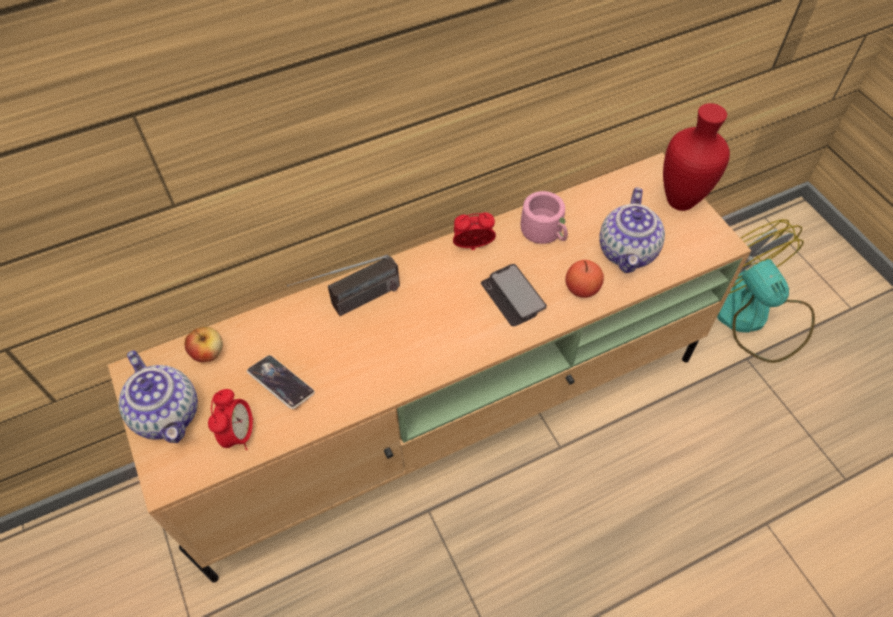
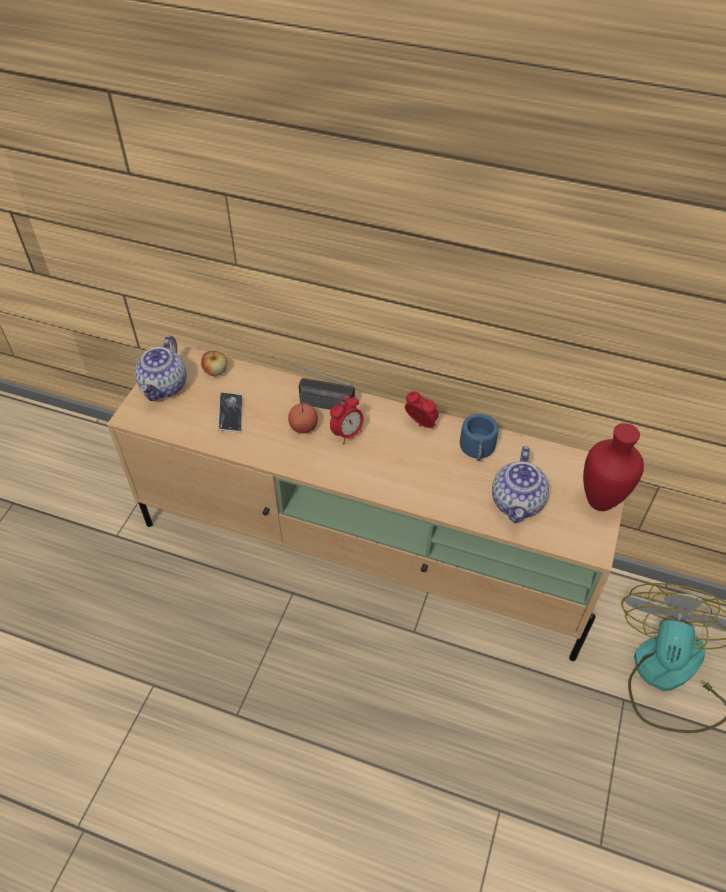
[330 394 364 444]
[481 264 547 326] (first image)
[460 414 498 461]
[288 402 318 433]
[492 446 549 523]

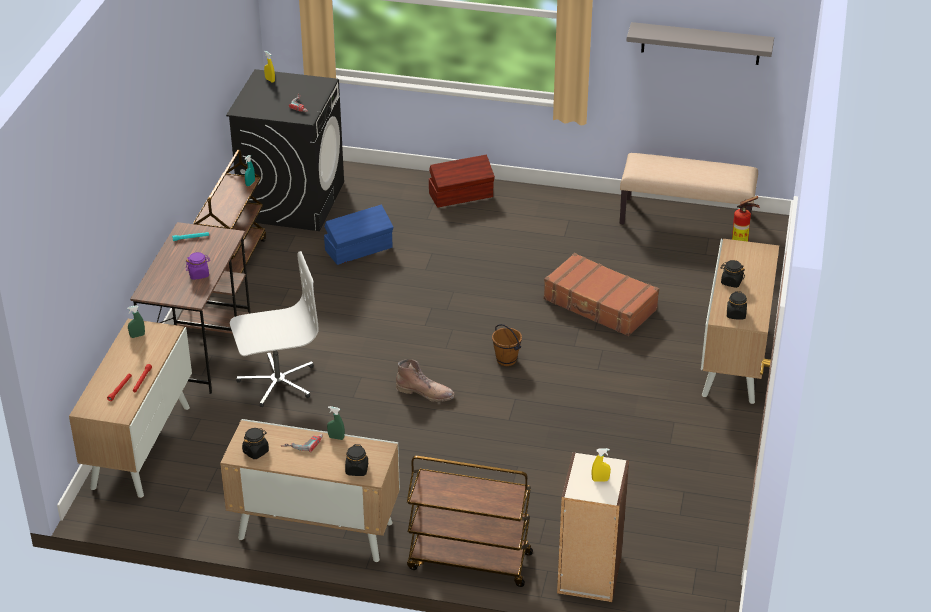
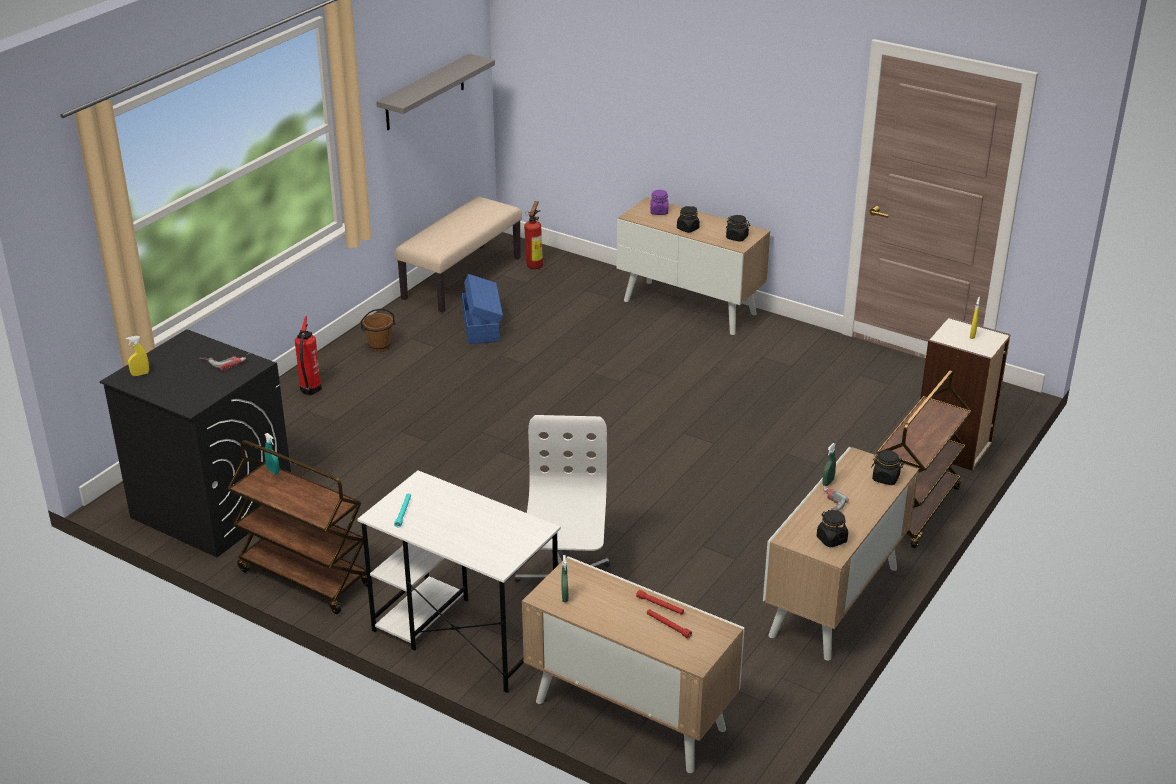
[357 470 561 693]
[650 190 669 215]
[462 274 503 344]
[396 359 455 402] (first image)
[295 316 322 395]
[360 308 396 352]
[544 253 659 336] (first image)

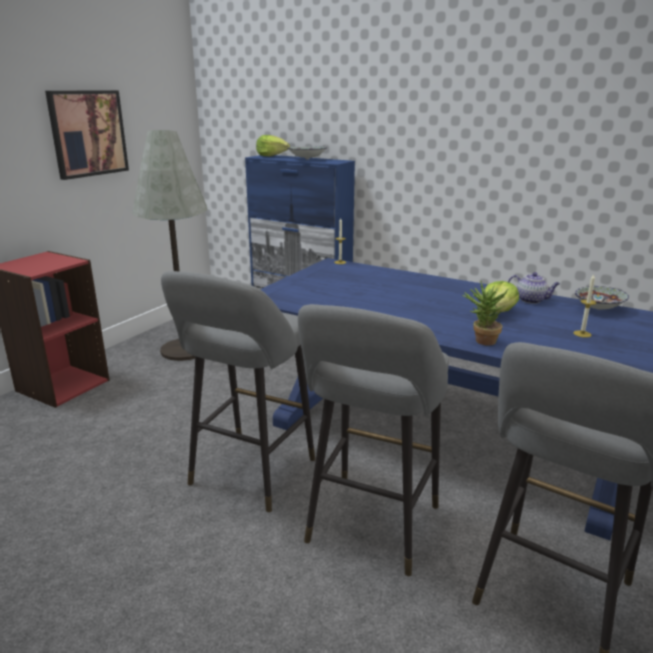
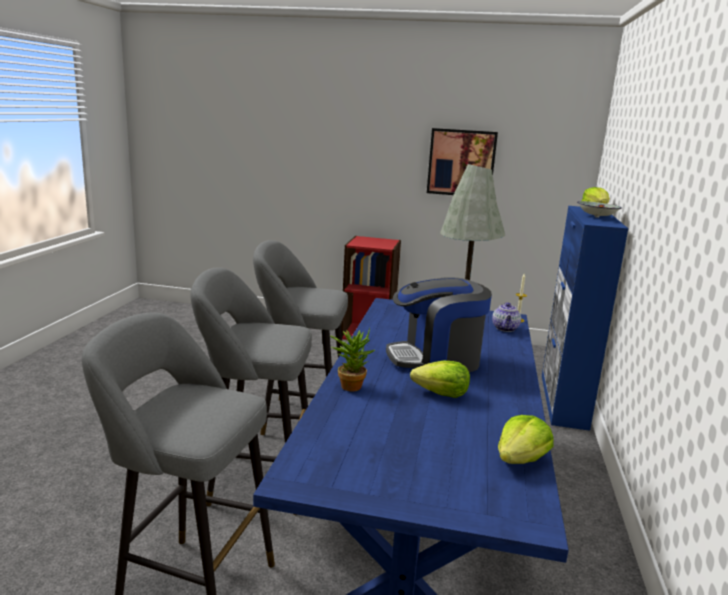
[492 302 521 332]
[573 274 596 338] (first image)
[498 415 554 464]
[386 277 492 372]

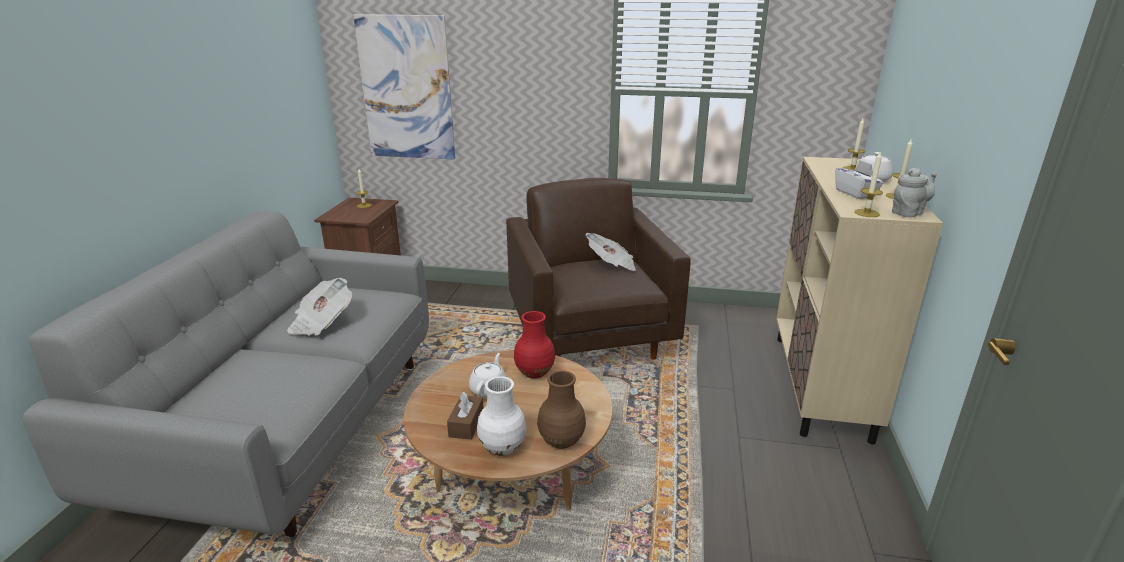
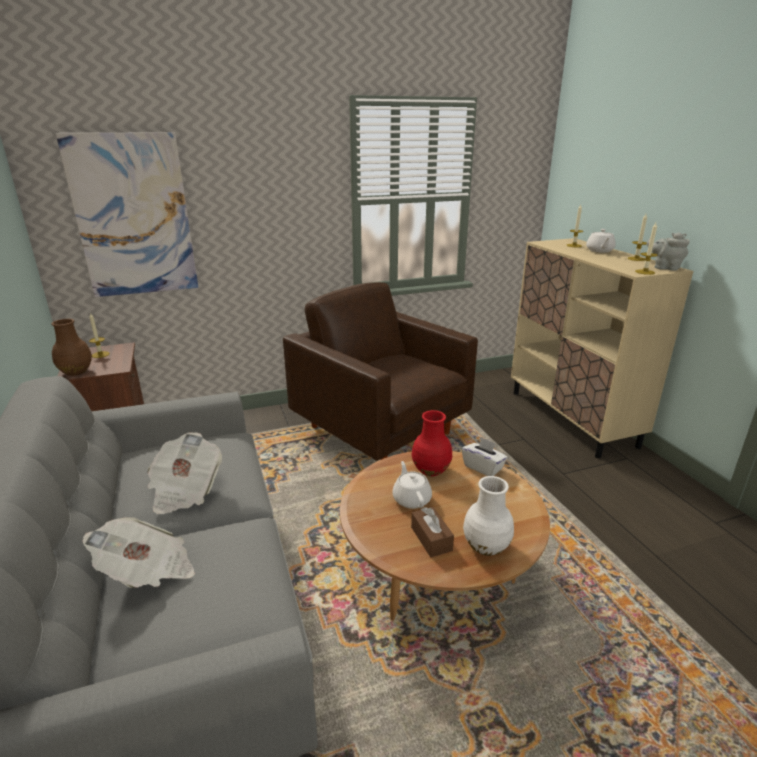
[51 319 92 376]
[83 517 195 588]
[462 437 507 476]
[647 233 690 271]

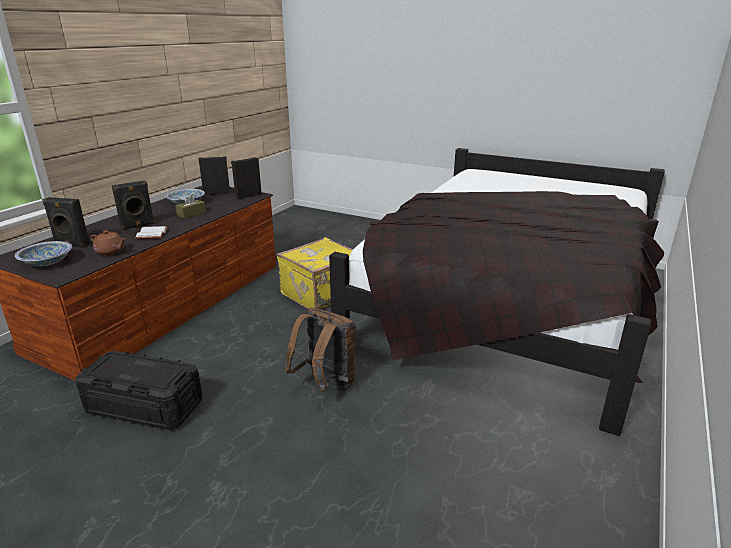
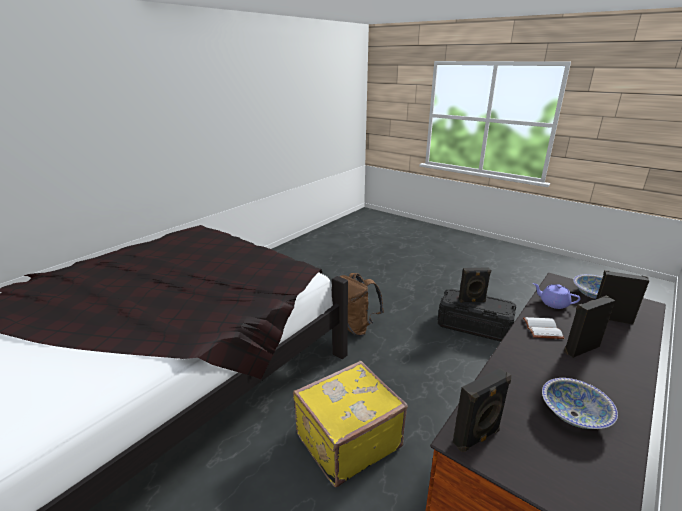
[533 283 581 309]
[175 194 206 219] (first image)
[459 267 491 303]

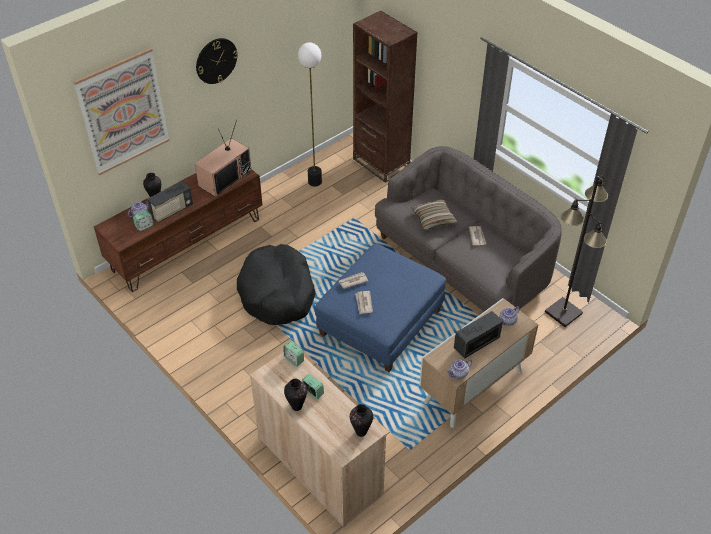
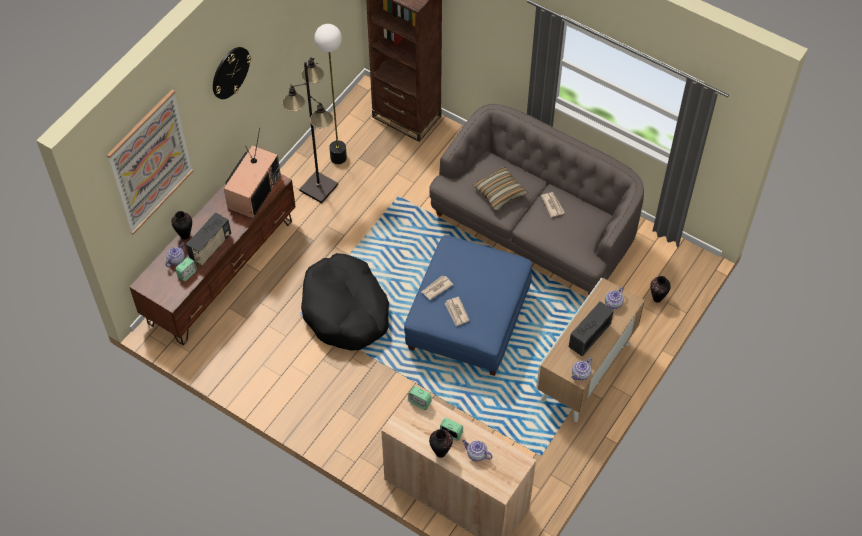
[650 276 671 303]
[282 57 338 203]
[462 440 493 462]

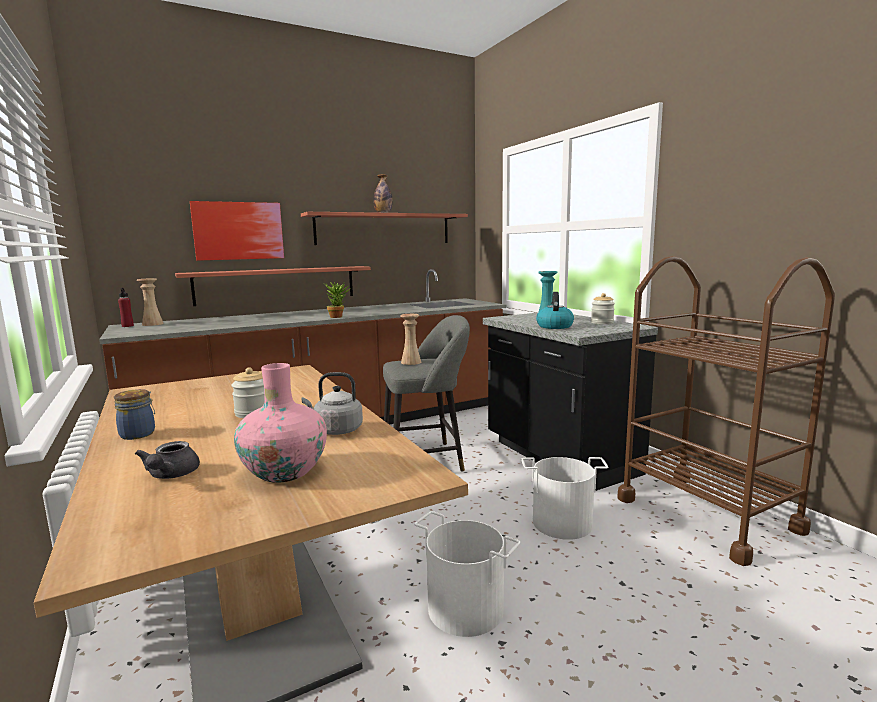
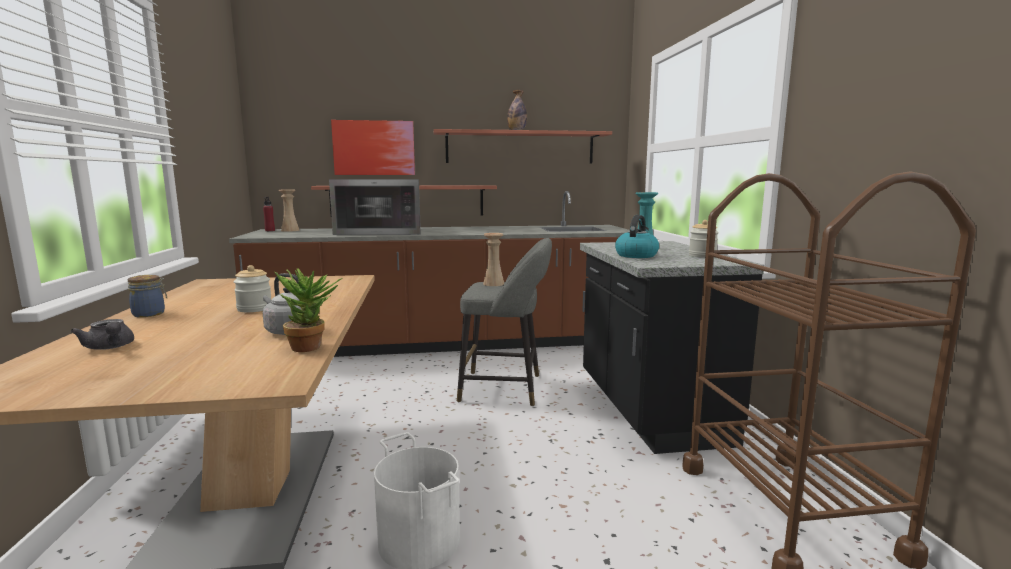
[70 319 134 350]
[234 363 327 483] (first image)
[275 268 343 352]
[521 457 608 540] (first image)
[329 179 421 235]

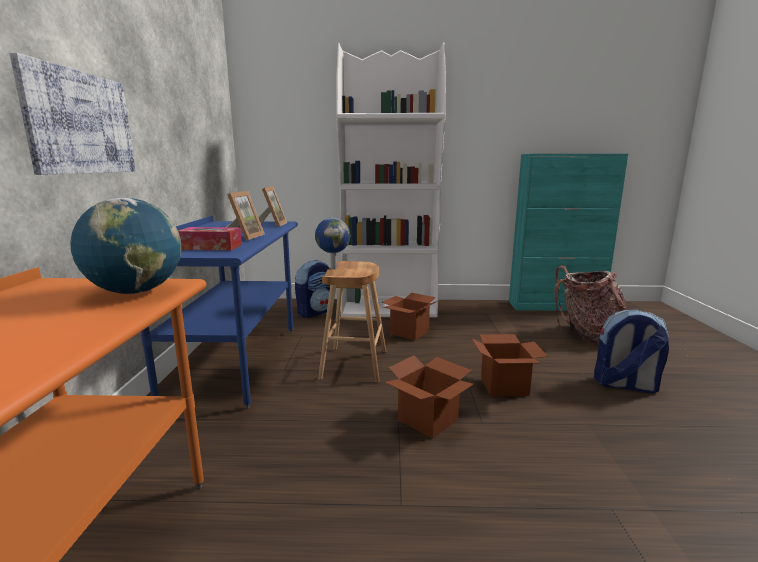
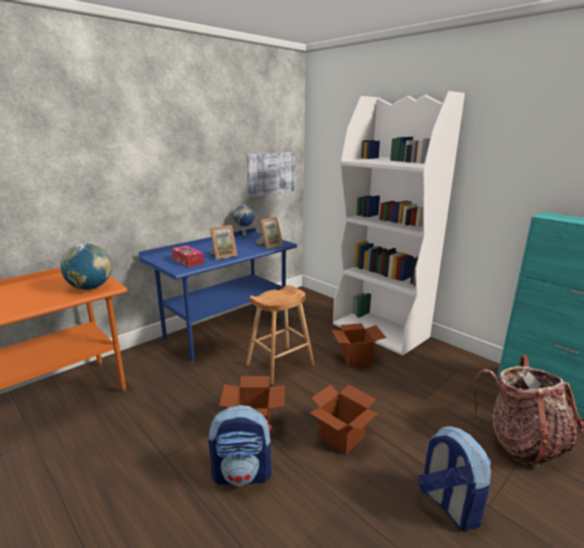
[247 152 295 197]
[209 405 272 486]
[233 205 255 236]

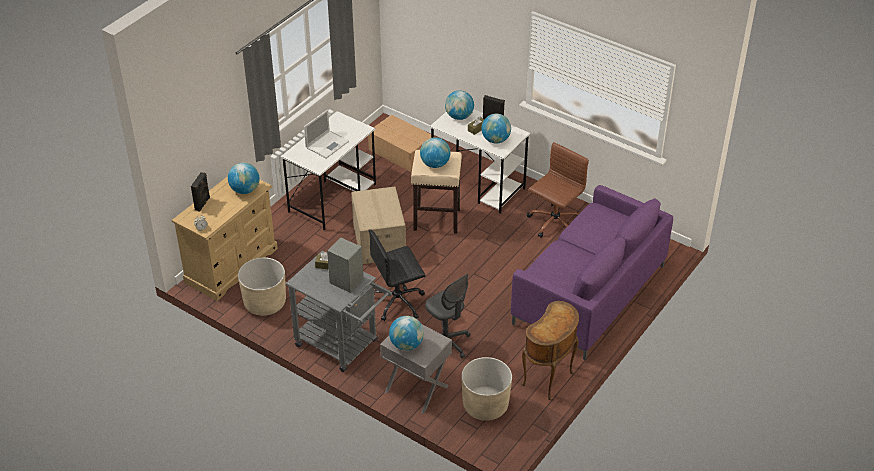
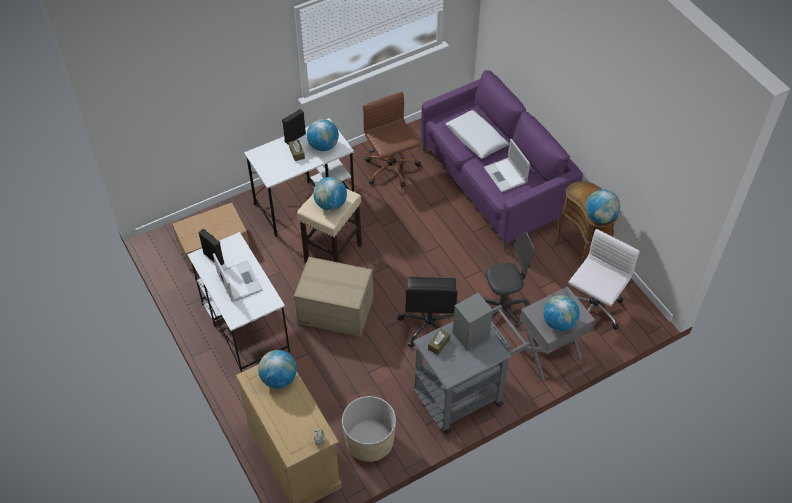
[198 229 224 265]
[586 189 620 223]
[568 229 640 330]
[446 110 509 159]
[484 139 530 192]

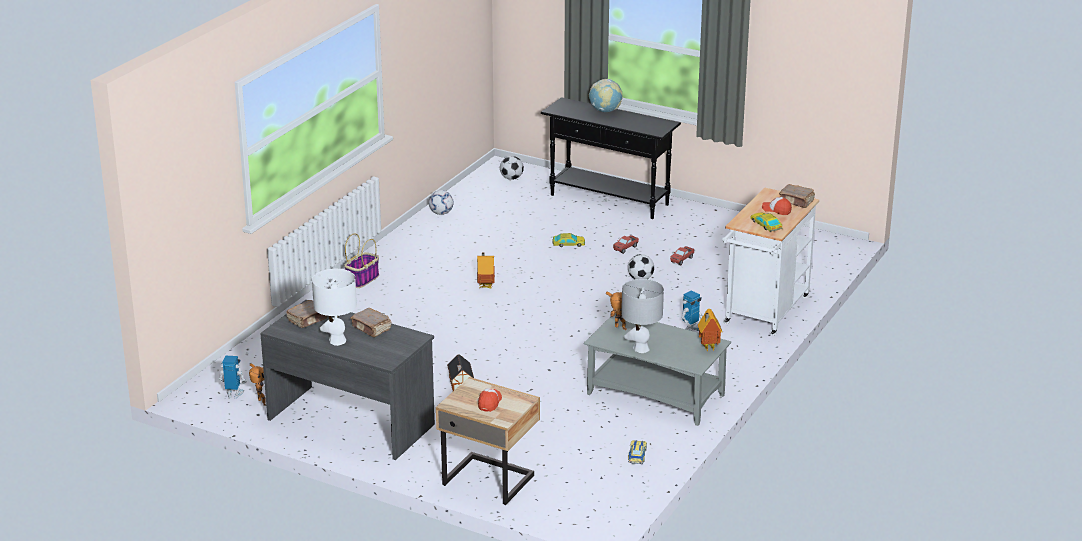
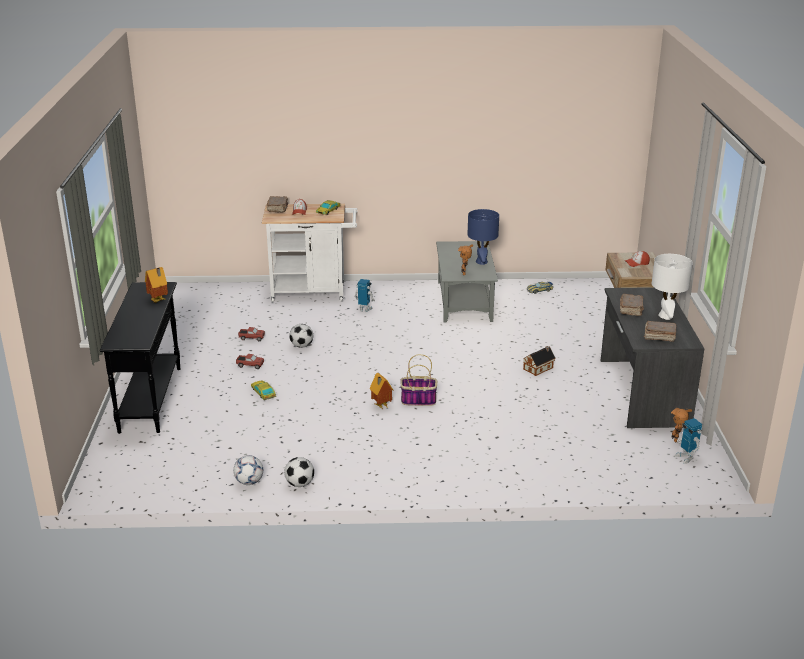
[400 354 437 406]
[284 457 314 487]
[589 79 623 112] (first image)
[467 209 499 265]
[145 267 168 303]

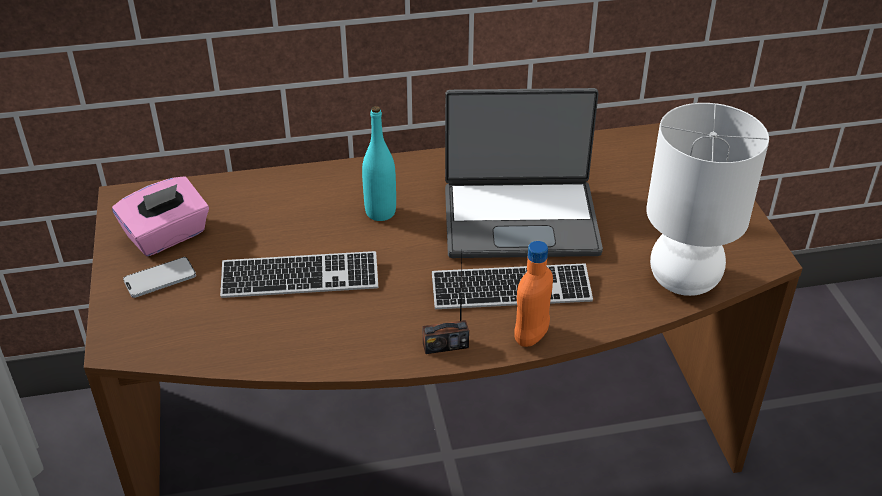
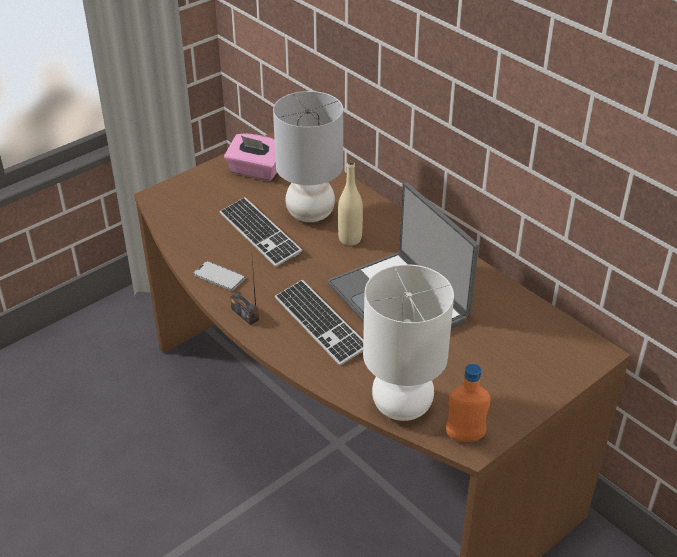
[194 261 245 291]
[338 160 363 246]
[446 364 491 442]
[273 91 343 222]

